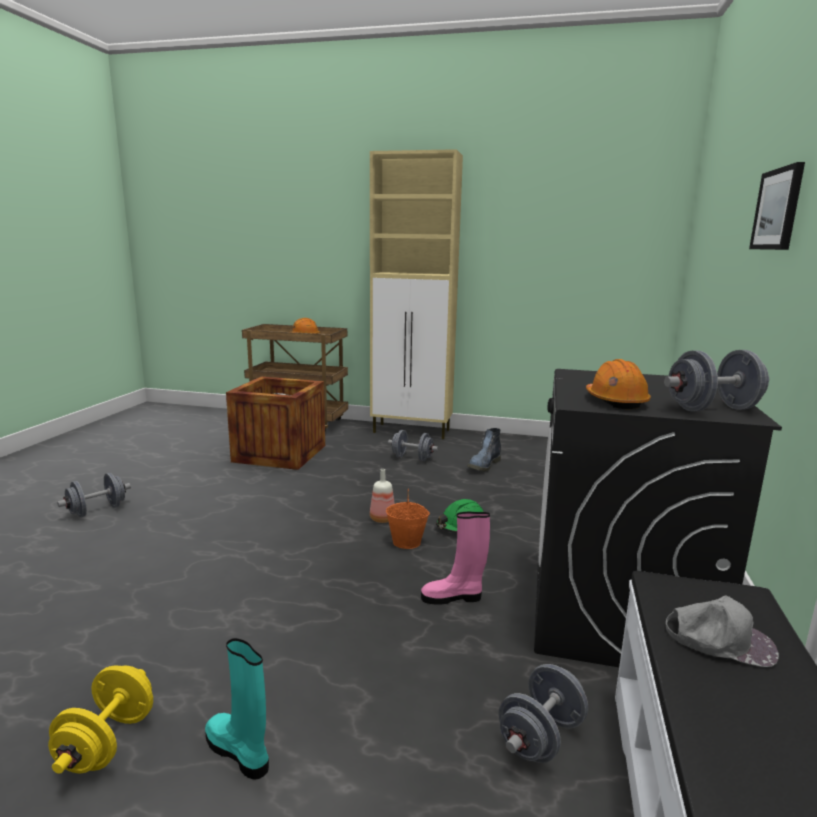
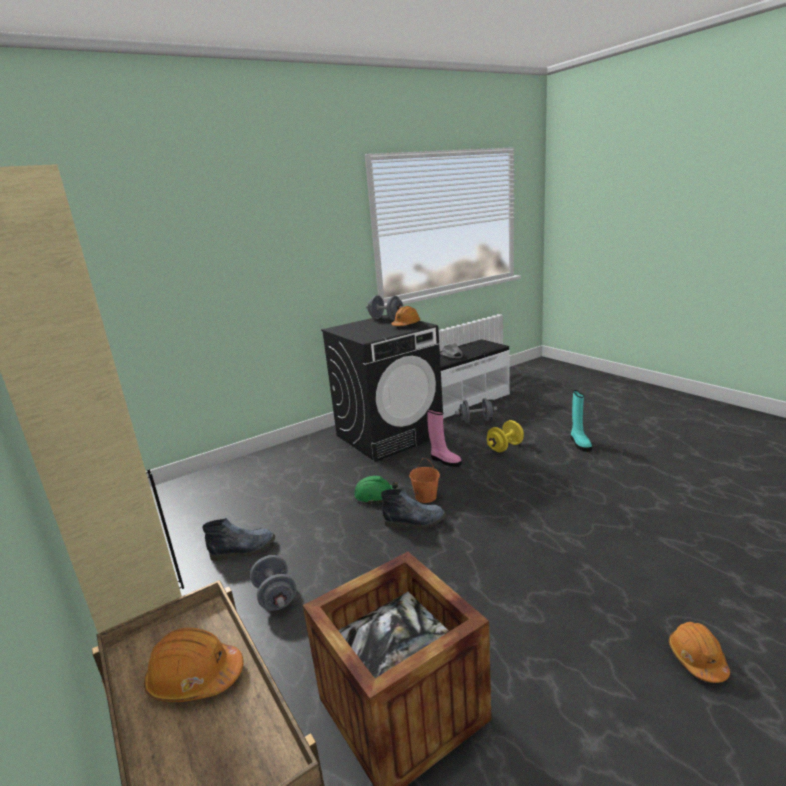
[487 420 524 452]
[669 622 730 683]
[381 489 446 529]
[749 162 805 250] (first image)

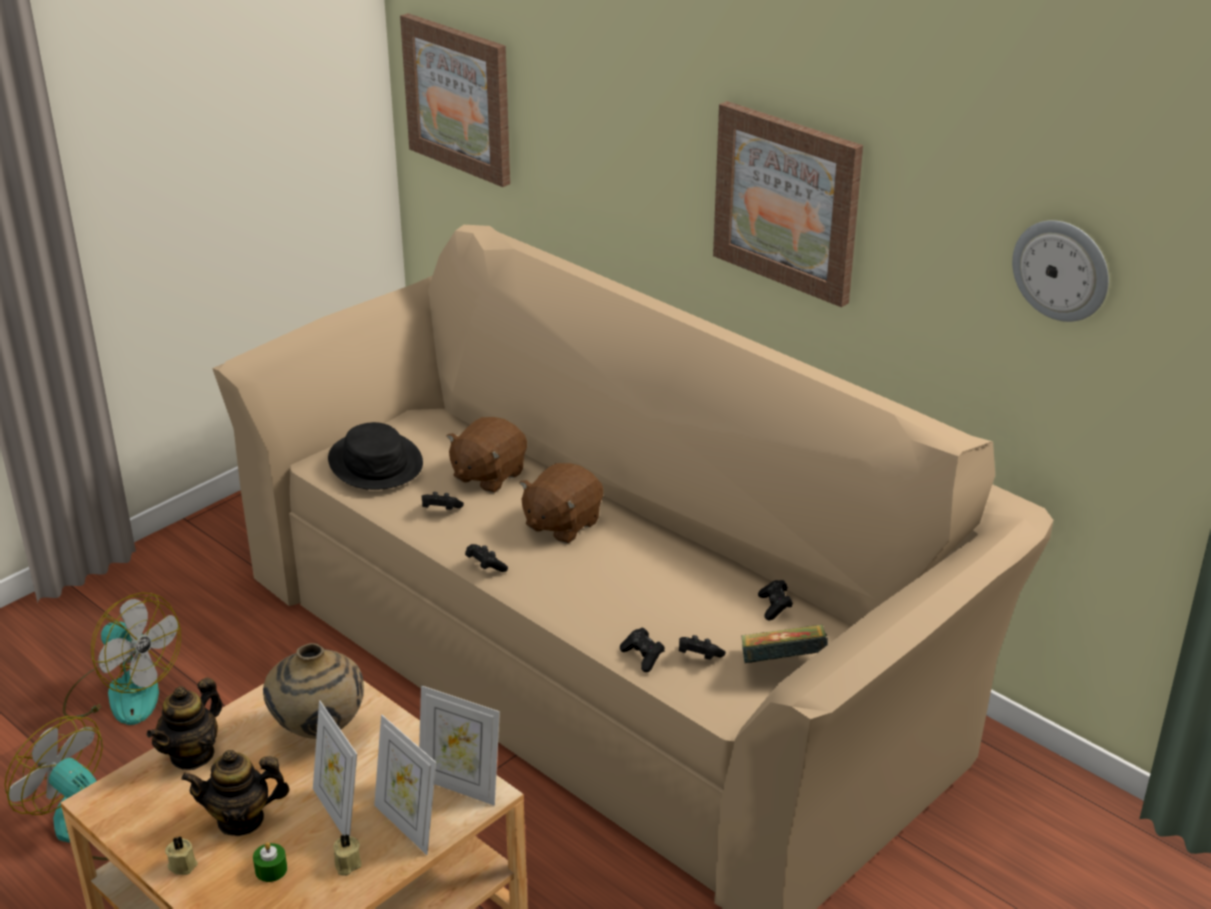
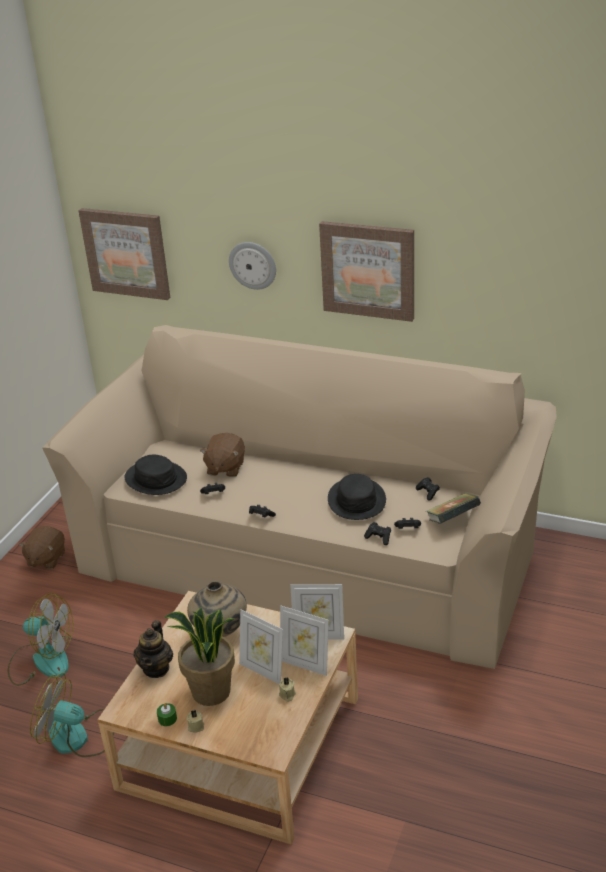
[164 607 235 706]
[157 703 177 726]
[19 526 65 569]
[229 242 276 290]
[328 474 386 520]

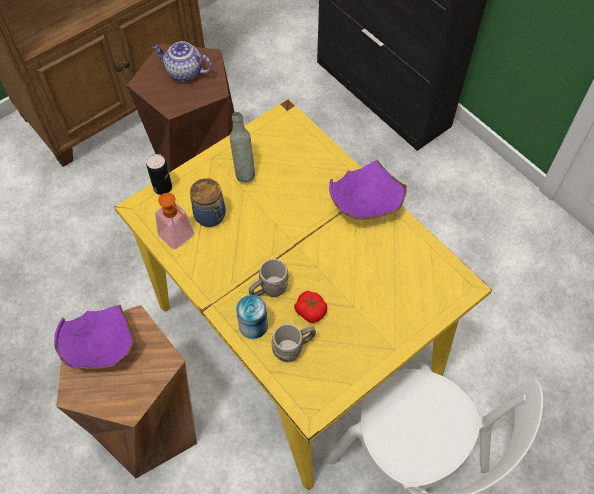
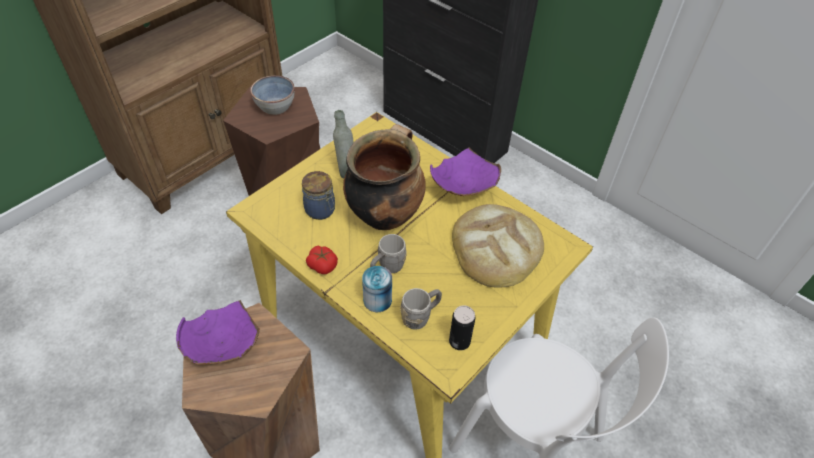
[449 306 475 350]
[250 75 295 115]
[155 193 195 250] (first image)
[306 245 338 274]
[343 124 426 230]
[452 204 544 288]

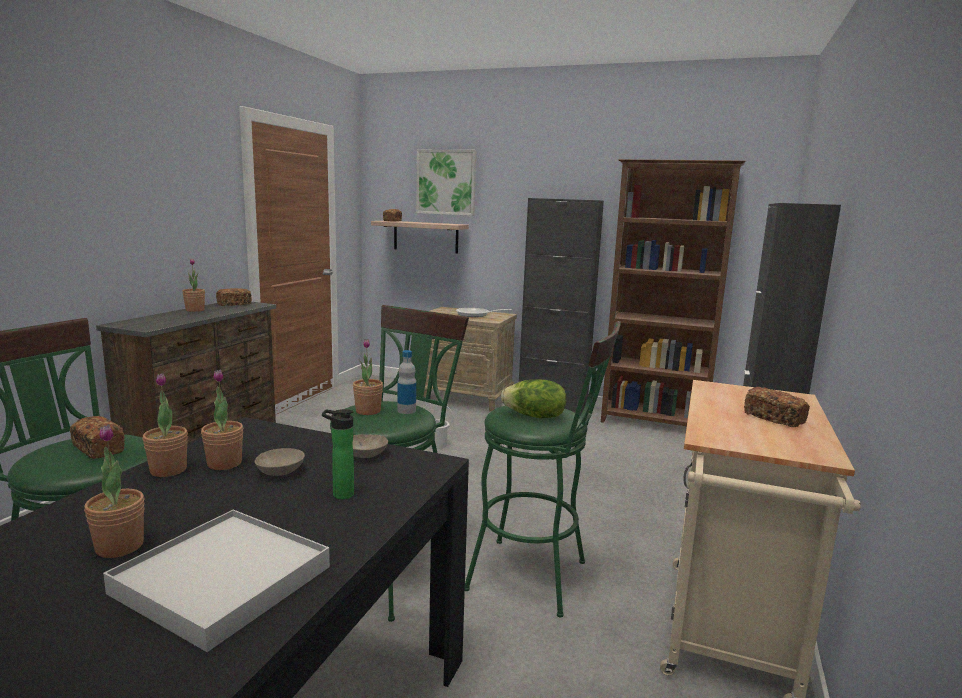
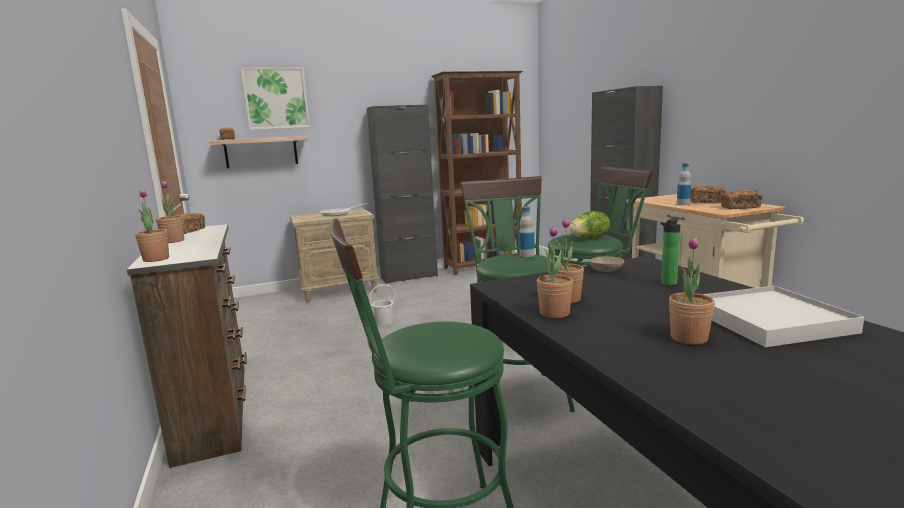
[721 190 762 210]
[255 448 305 476] (first image)
[135 189 169 262]
[677 163 691 205]

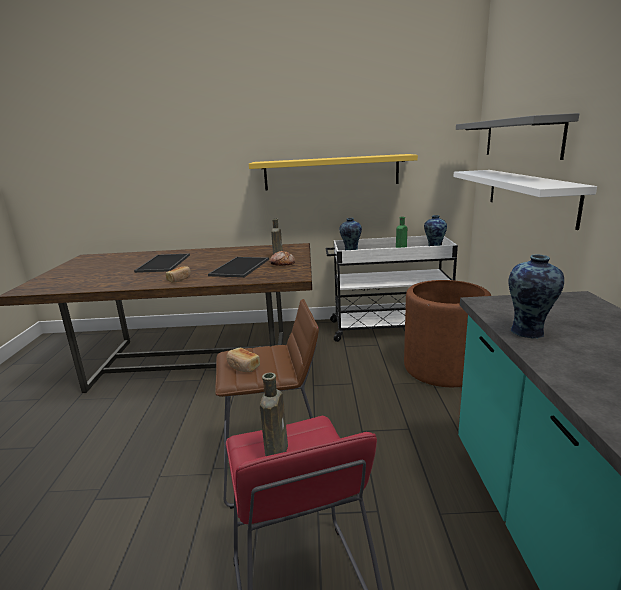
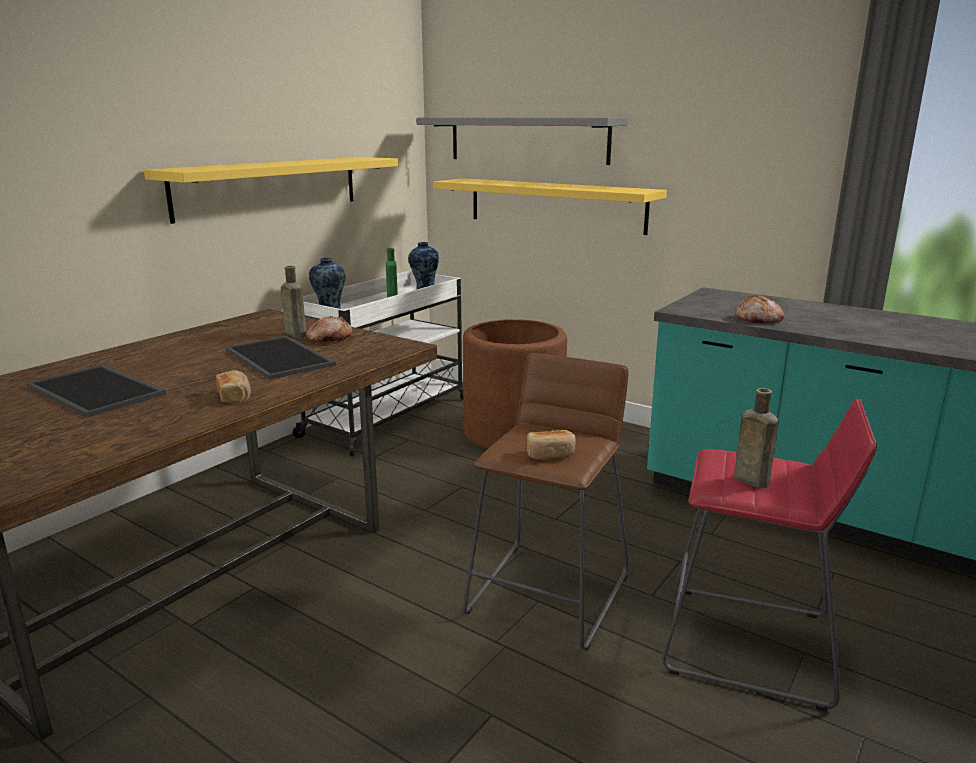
[433 178 667 235]
[735 294 784 323]

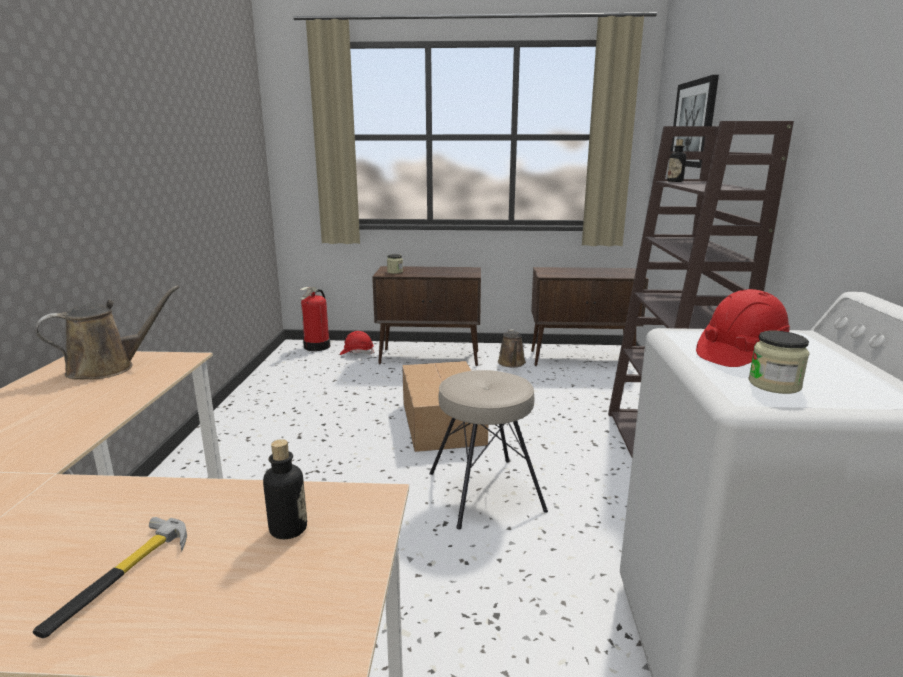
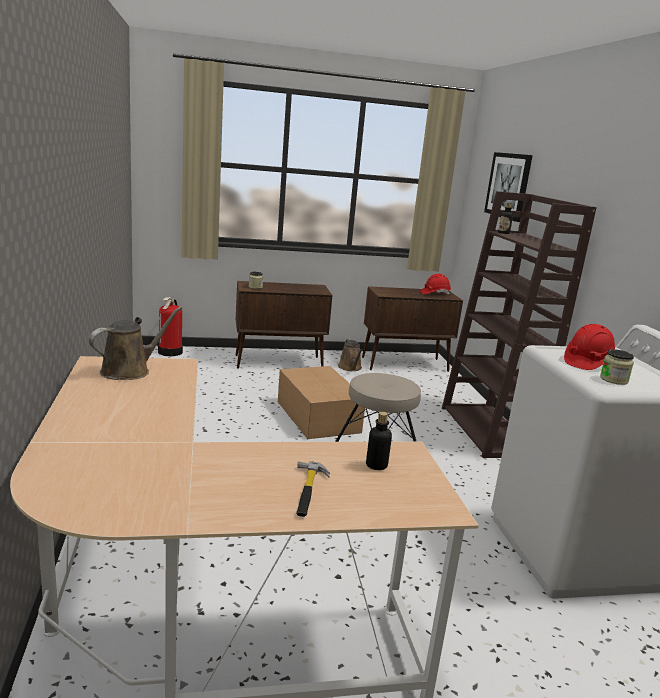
[420 274 451 295]

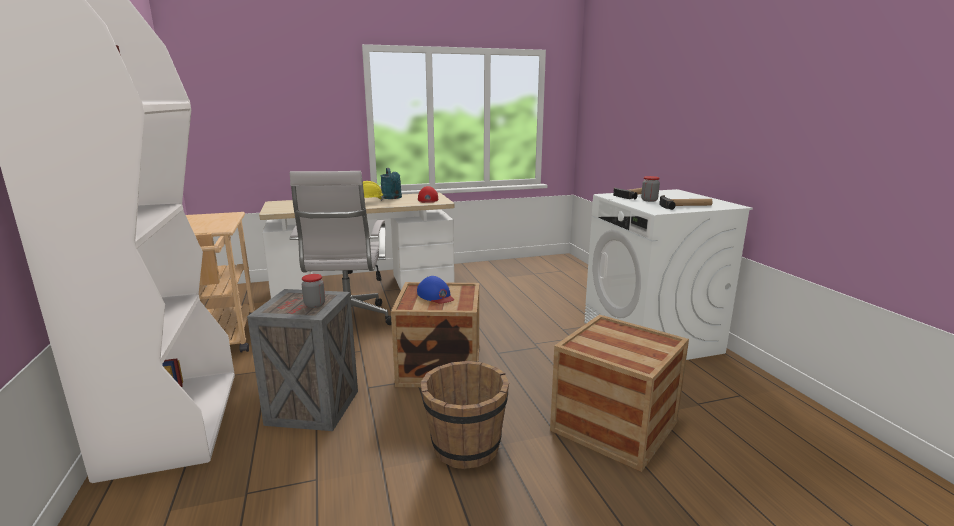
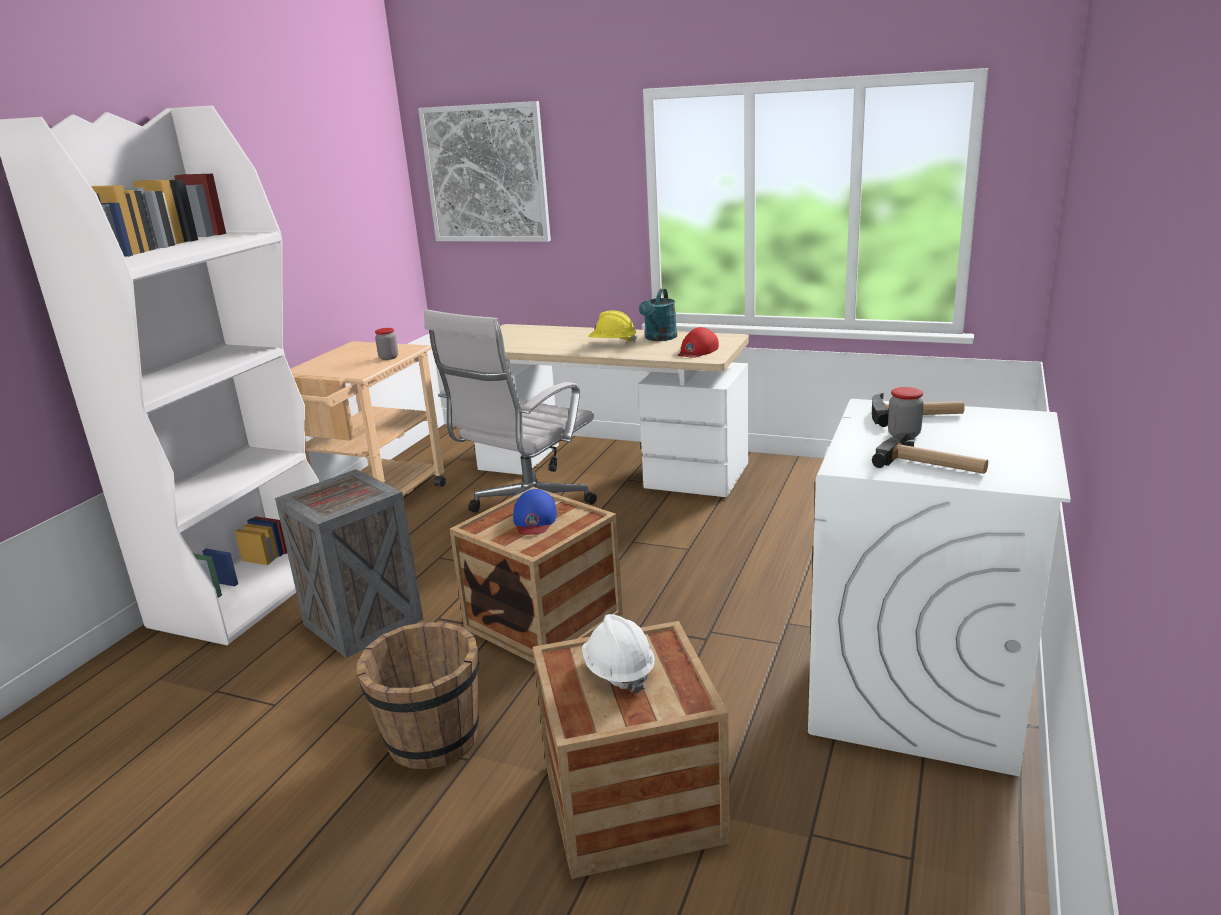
[375 328 398 360]
[418 101 551 242]
[582 614 655 693]

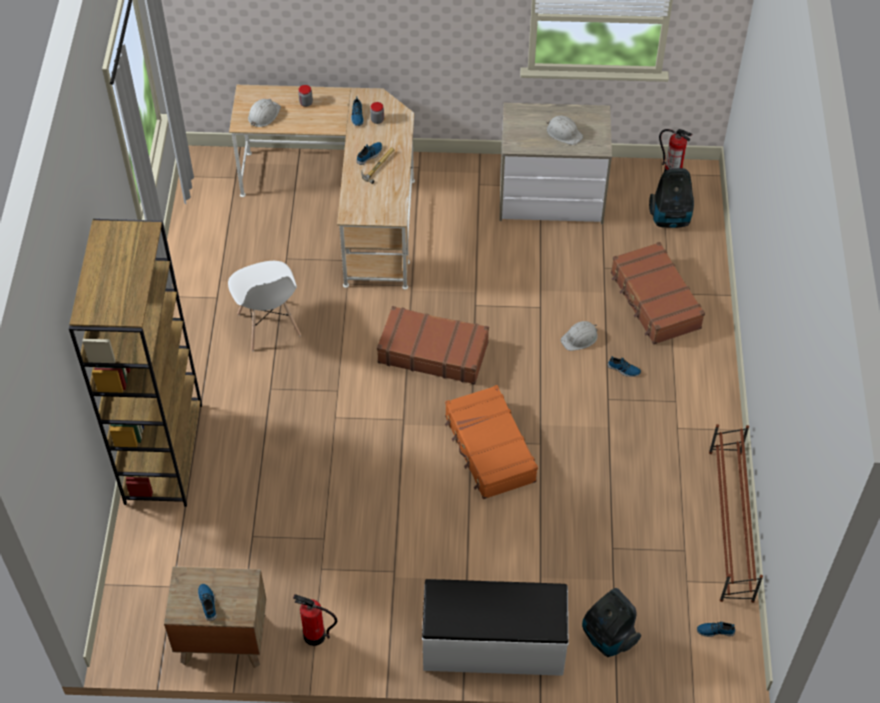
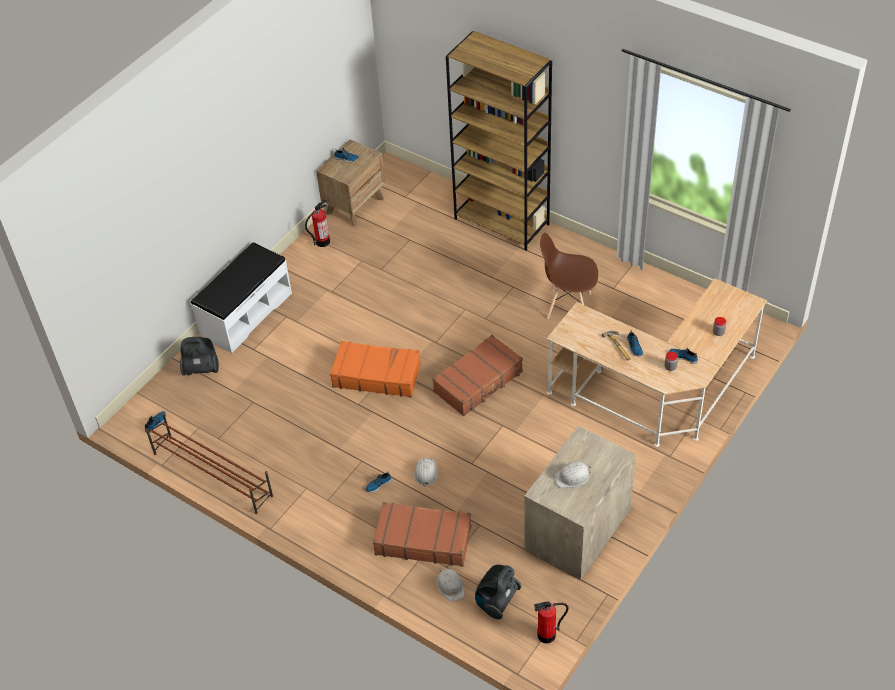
[540 233 598 319]
[436 569 465 602]

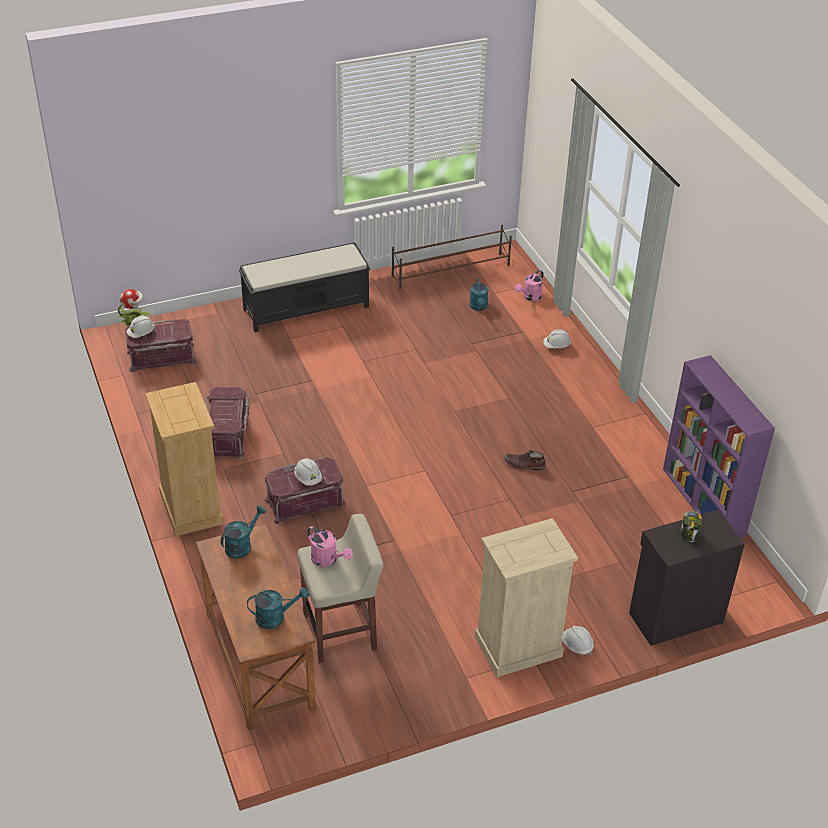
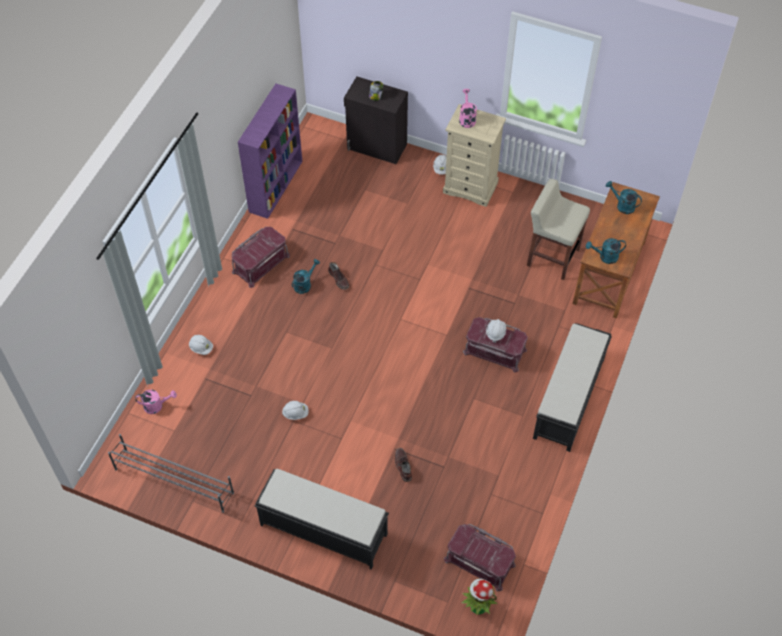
[282 401 309 420]
[533 323 612 452]
[232 227 290 288]
[459 89 477 128]
[108 434 234 513]
[292 259 320 294]
[395 448 412 482]

